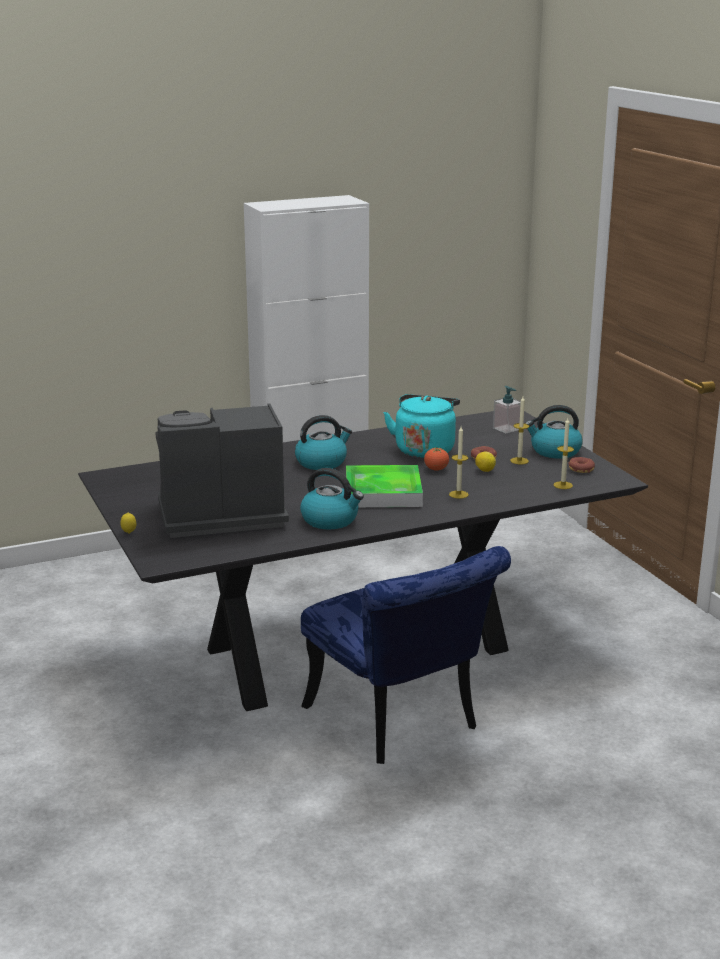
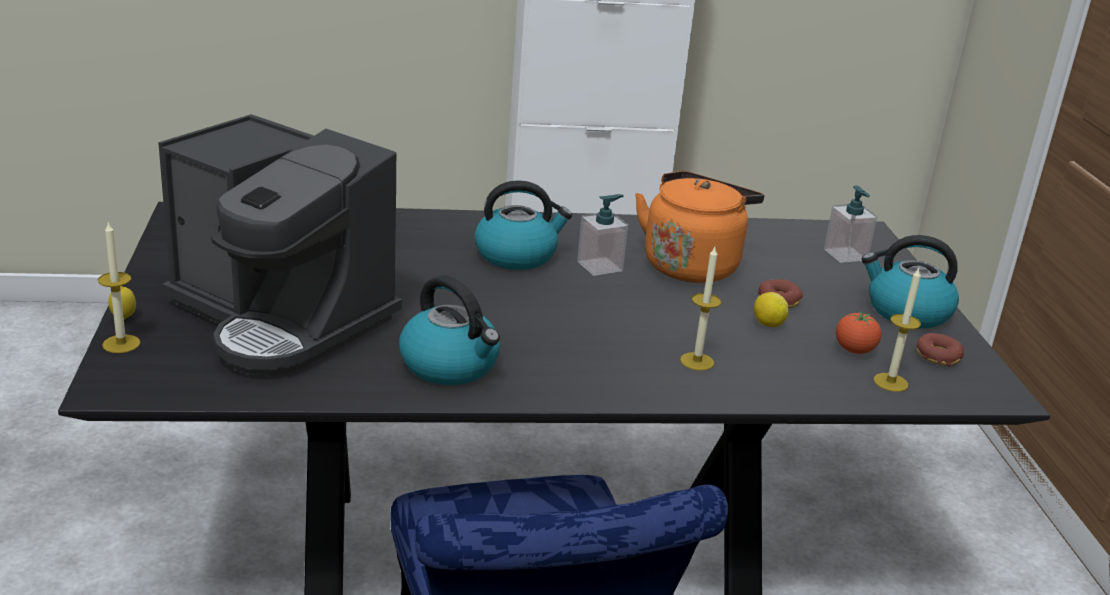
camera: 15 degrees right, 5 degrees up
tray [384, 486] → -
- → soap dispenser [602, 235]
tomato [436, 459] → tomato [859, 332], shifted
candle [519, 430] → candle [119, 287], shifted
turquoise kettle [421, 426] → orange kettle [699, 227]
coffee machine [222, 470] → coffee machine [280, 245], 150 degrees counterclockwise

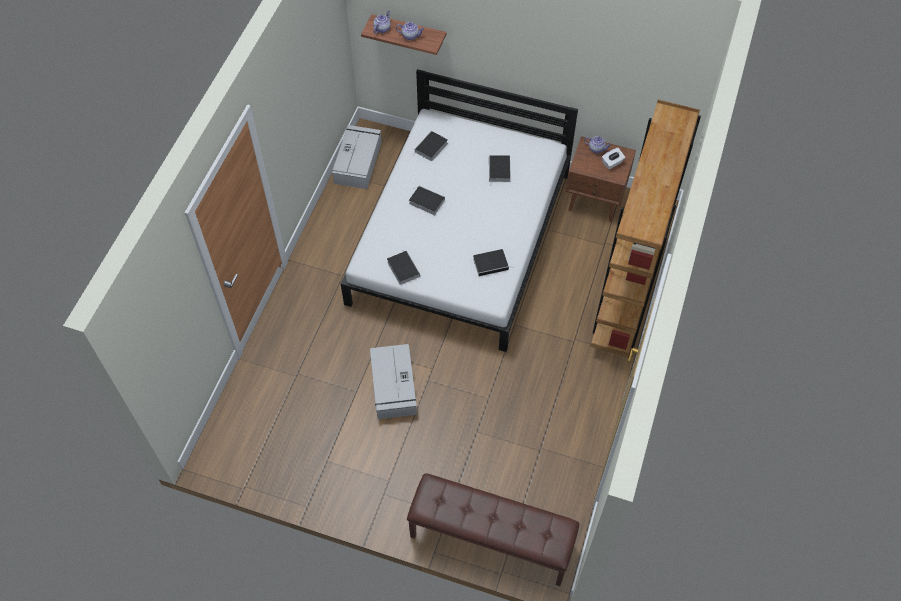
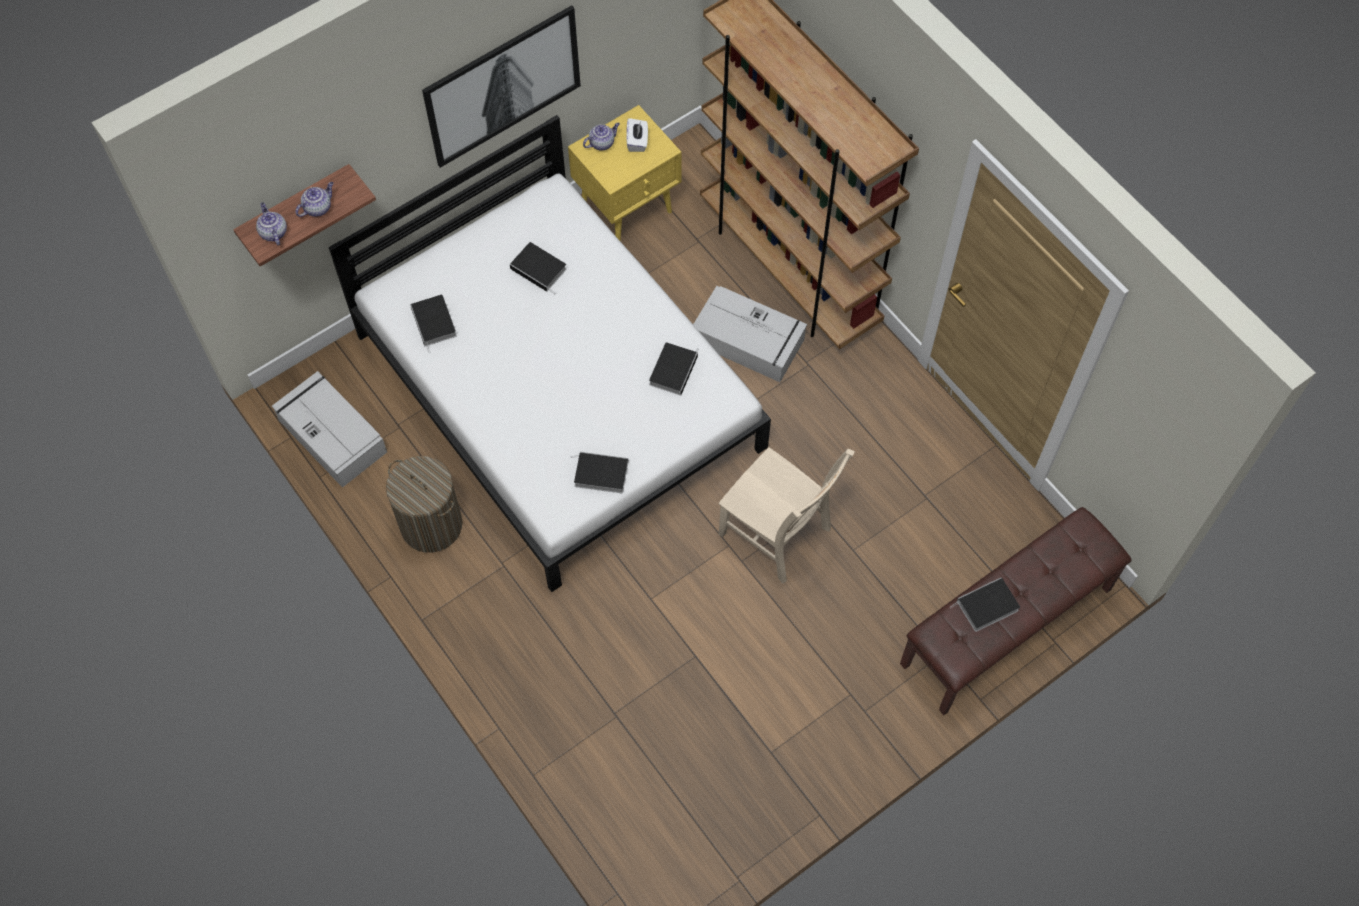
camera: 55 degrees left, 5 degrees up
- → laundry basket [424, 504]
- → picture [501, 86]
- → beige chair [787, 515]
grey storage box [393, 381] → grey storage box [750, 334], shifted
book [427, 200] → book [984, 604], shifted
brown nightstand [601, 179] → yellow nightstand [625, 173]

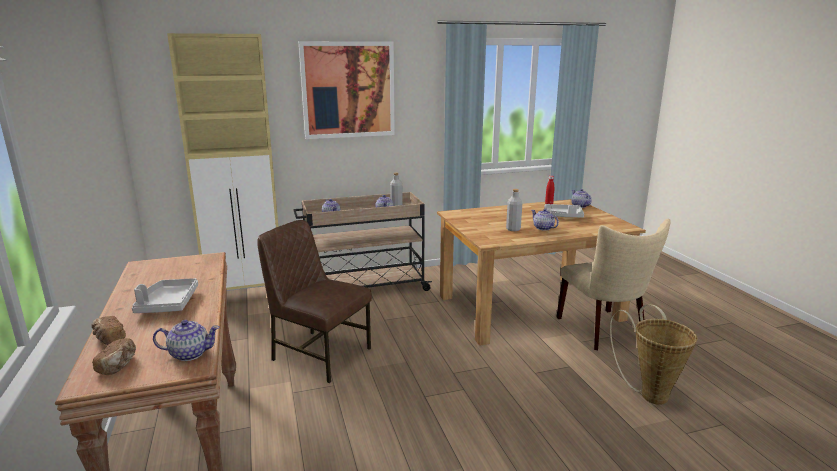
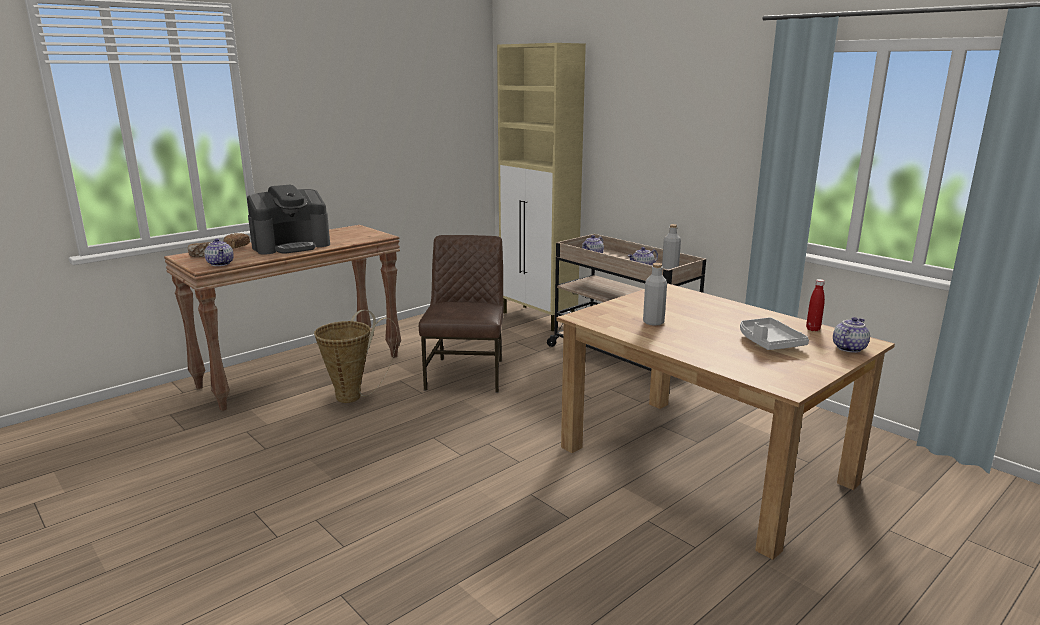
camera: 65 degrees right, 0 degrees up
picture [346, 90] → -
teapot [545, 220] → -
beige chair [613, 284] → -
basket [653, 354] → basket [355, 356], shifted
grey tray [165, 295] → coffee machine [288, 220]

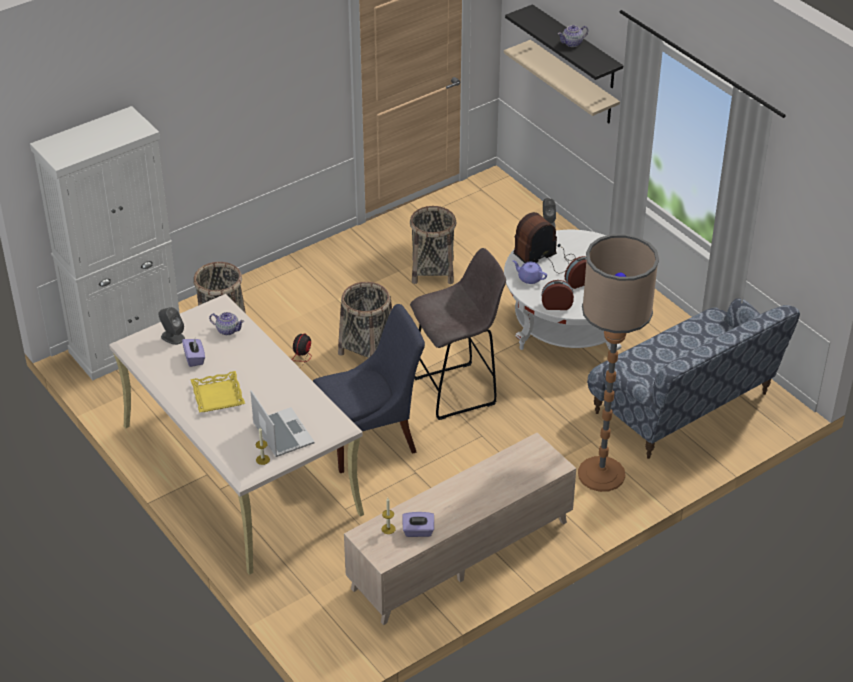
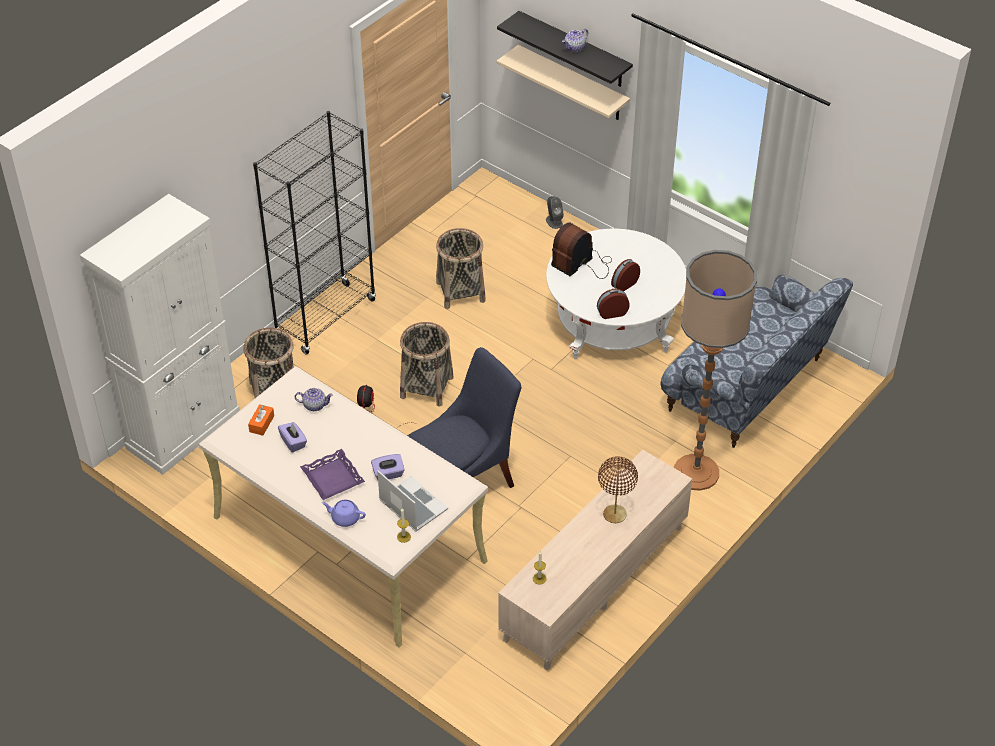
camera: 15 degrees left, 5 degrees up
grey stool [458, 334] → -
- → black bookcase [314, 232]
- → brown table lamp [618, 489]
purple tissue box [418, 524] → purple tissue box [388, 467], shifted
purple teapot [529, 272] → purple teapot [344, 513], shifted
grey speaker [171, 326] → orange tissue box [261, 420]
yellow tray [217, 391] → purple tray [332, 474]

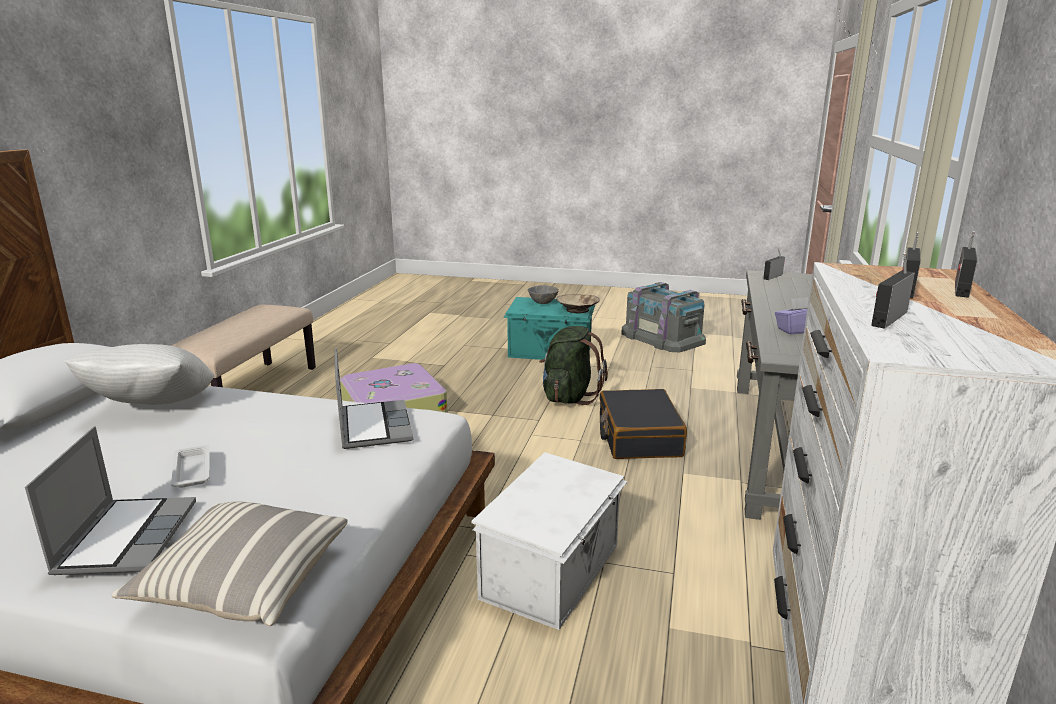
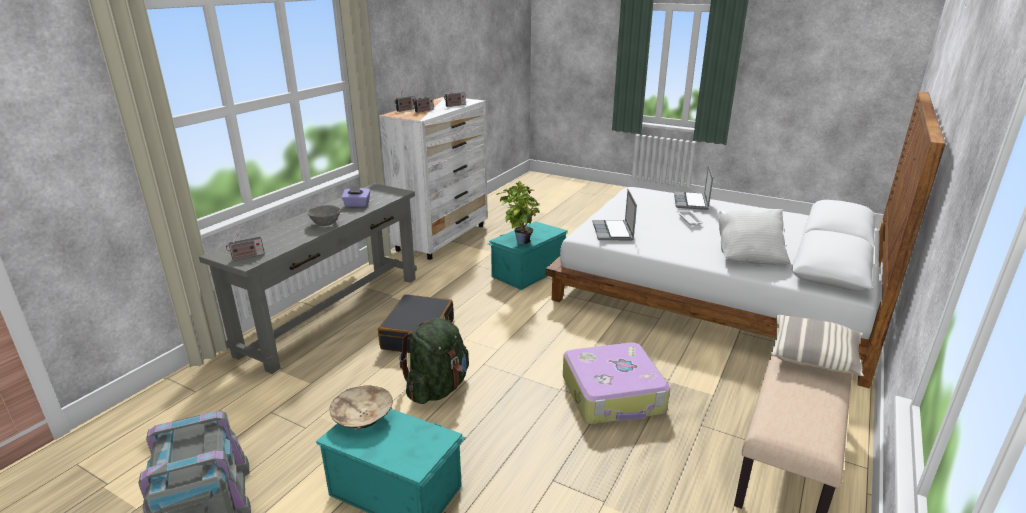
camera: 165 degrees left, 5 degrees up
- → potted plant [518, 212]
pillow [230, 563] → pillow [817, 345], shifted
grey bowl [543, 294] → grey bowl [324, 215], shifted
white storage box [550, 541] → turquoise storage box [528, 255]

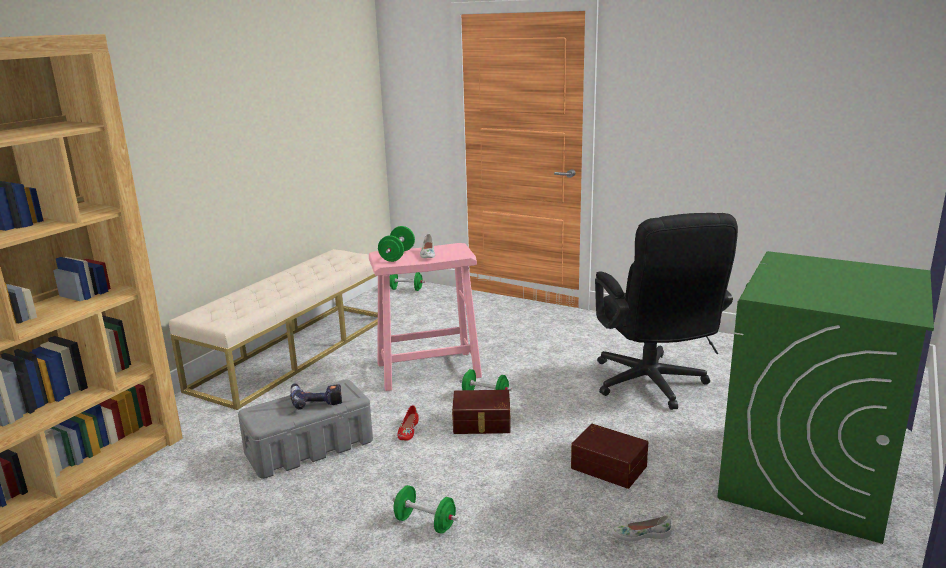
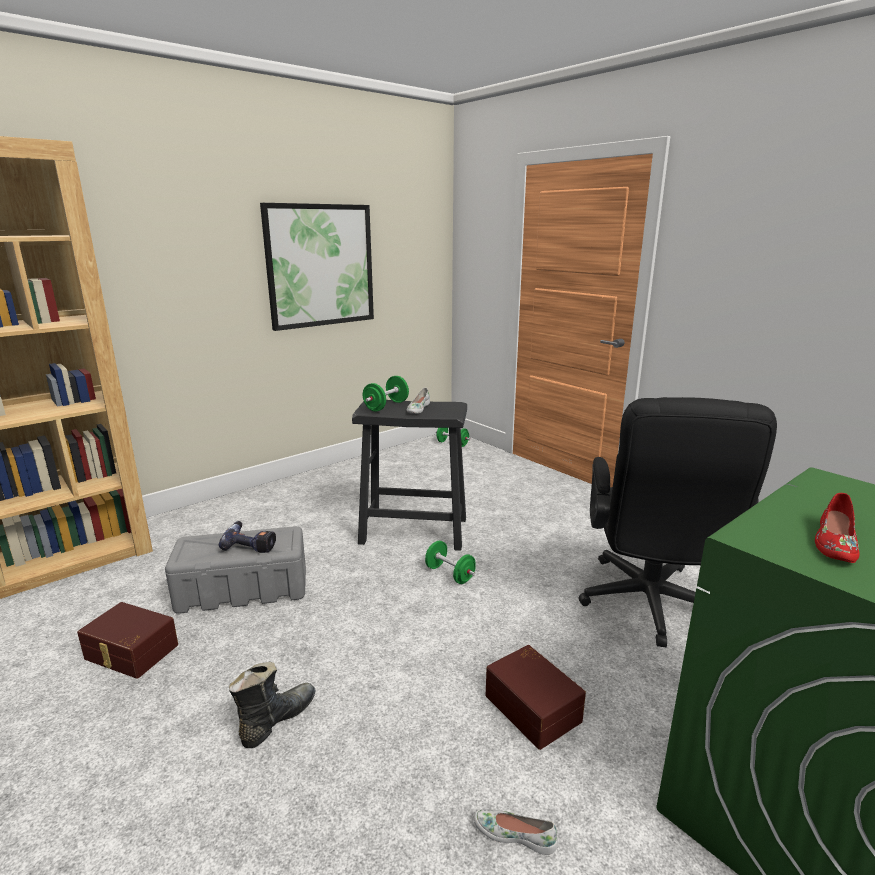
camera: 20 degrees right, 0 degrees up
beige bench [273, 329] → -
- → picture [317, 267]
red shoe [408, 423] → red shoe [837, 528], shifted
brown storage box [481, 412] → brown storage box [127, 640], shifted
green dumbbell [425, 509] → black boot [272, 705]
pink stool [425, 317] → black stool [409, 475]

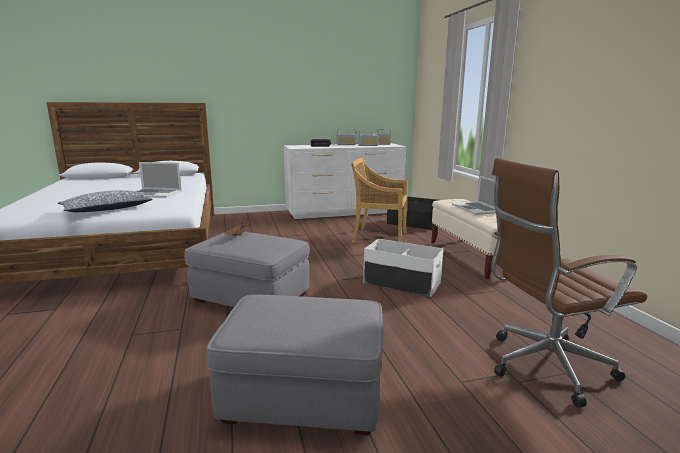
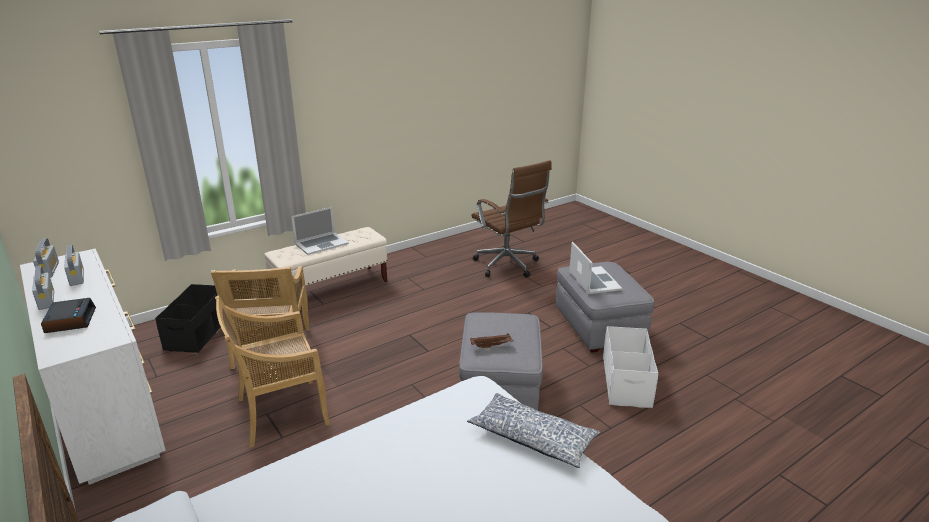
camera: 110 degrees left, 10 degrees up
- → beige chair [272, 371]
laptop [159, 180] → laptop [595, 268], shifted
white storage box [403, 268] → white storage box [630, 367], shifted

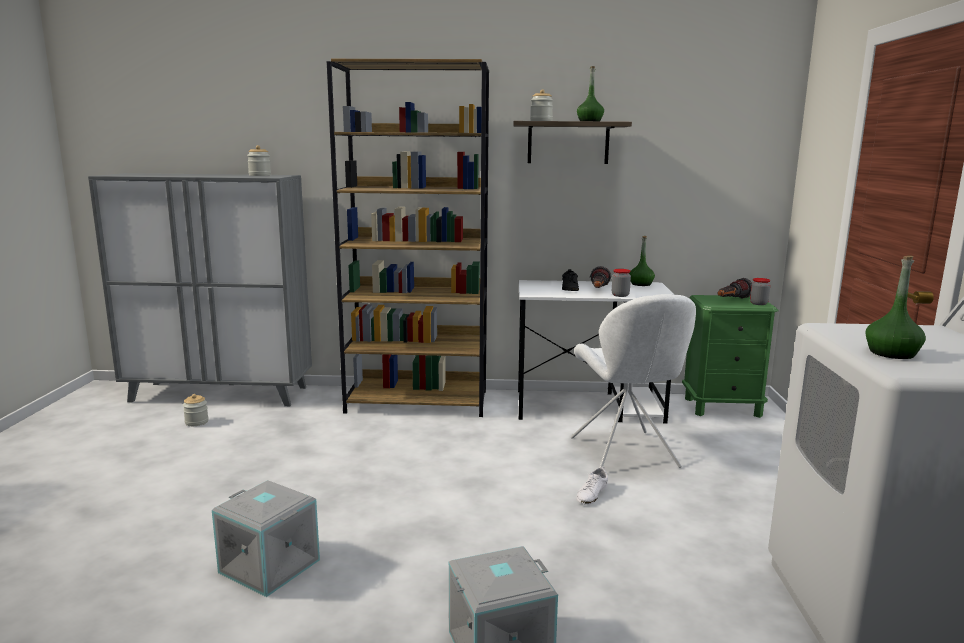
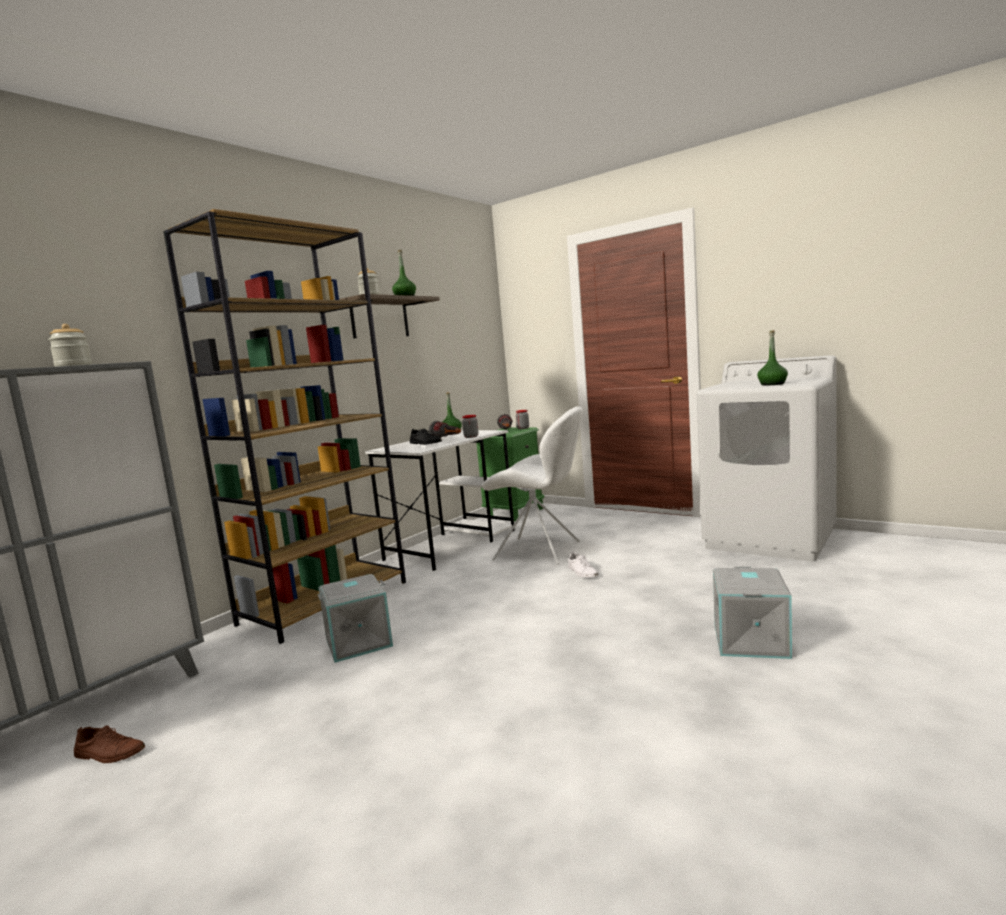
camera: 55 degrees left, 5 degrees down
grey storage box [266, 538] → grey storage box [355, 618], shifted
jar [196, 410] → brown shoe [109, 744]

